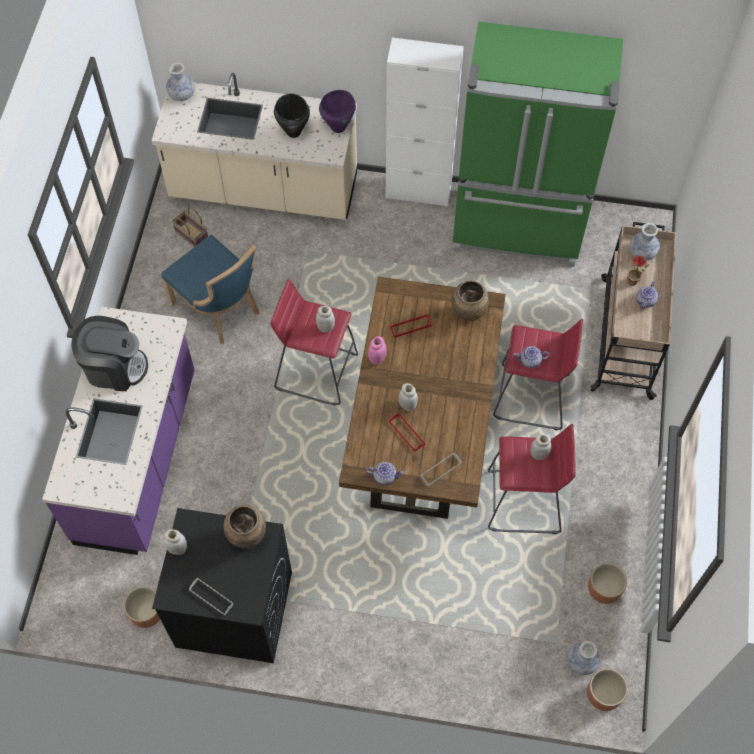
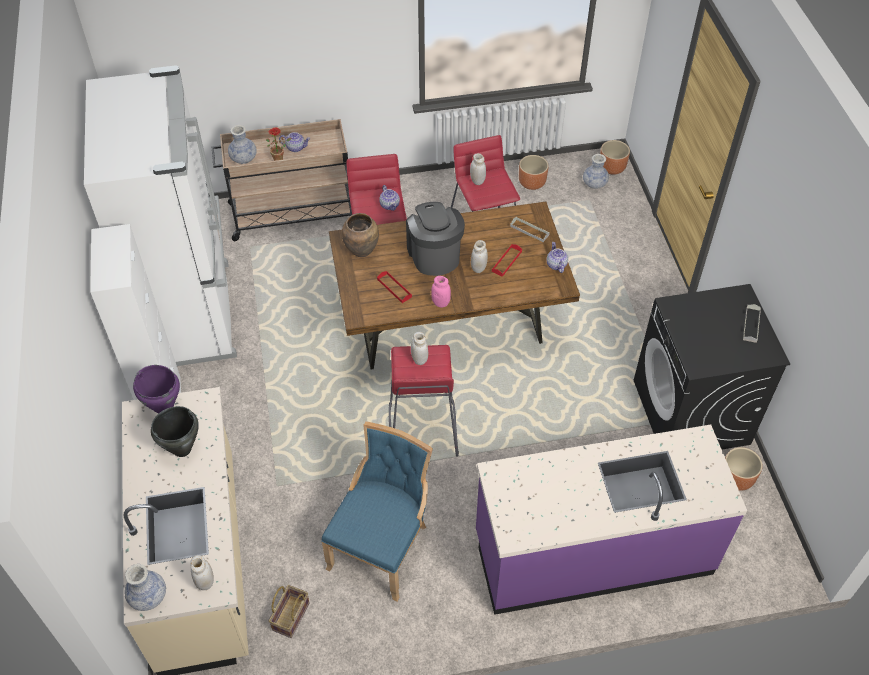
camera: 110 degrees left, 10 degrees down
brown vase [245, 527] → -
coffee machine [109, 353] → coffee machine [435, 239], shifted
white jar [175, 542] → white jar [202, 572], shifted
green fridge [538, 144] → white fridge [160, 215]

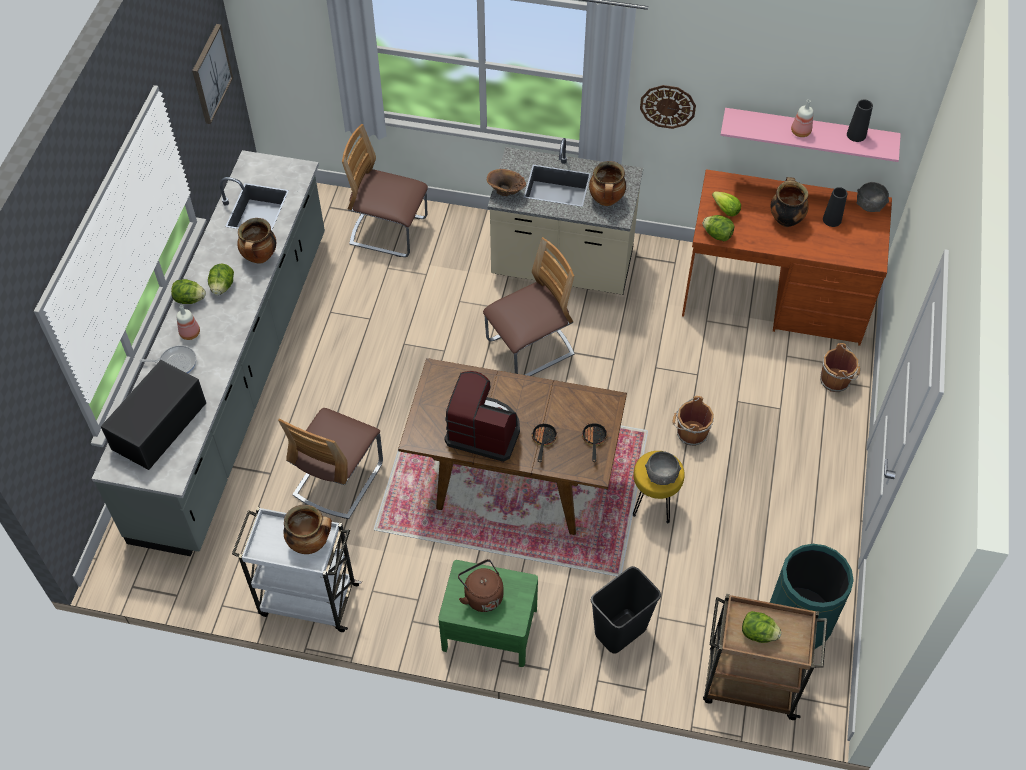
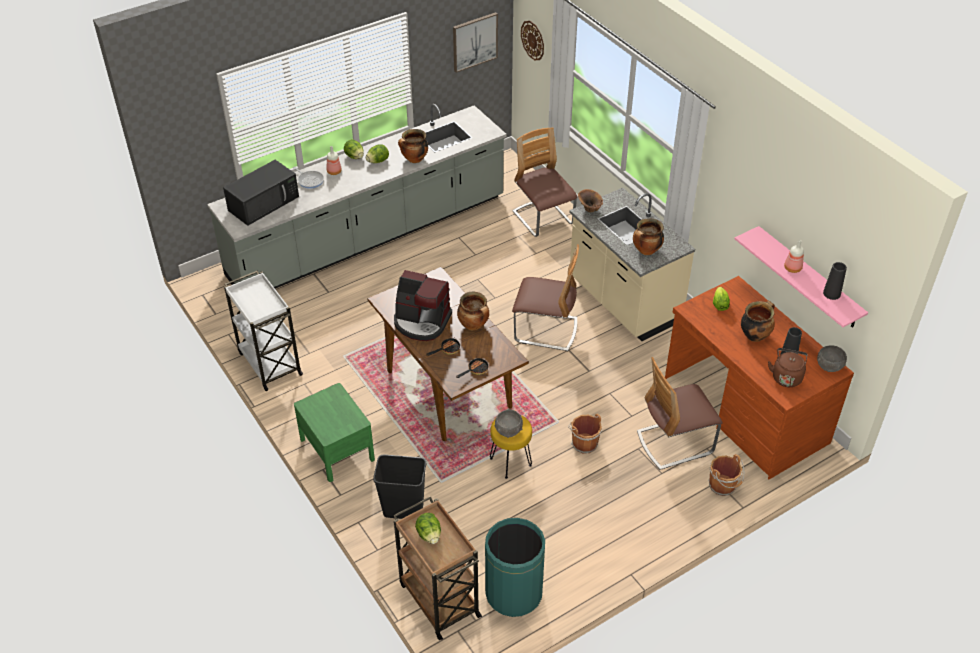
camera: 45 degrees right, 10 degrees down
lettuce [718, 228] → -
chair [330, 463] → chair [680, 413], shifted
cooking pot [308, 529] → cooking pot [473, 311], shifted
brown kettle [480, 585] → brown kettle [788, 367], shifted
wall clock [668, 107] → wall clock [532, 41], shifted
black microwave [153, 415] → black microwave [261, 193], 150 degrees clockwise
coffee machine [482, 416] → coffee machine [423, 305], 135 degrees clockwise

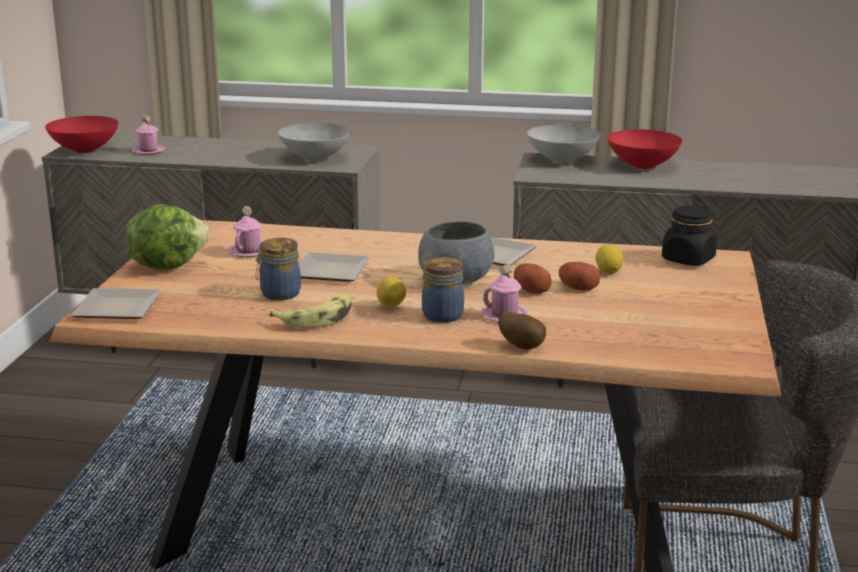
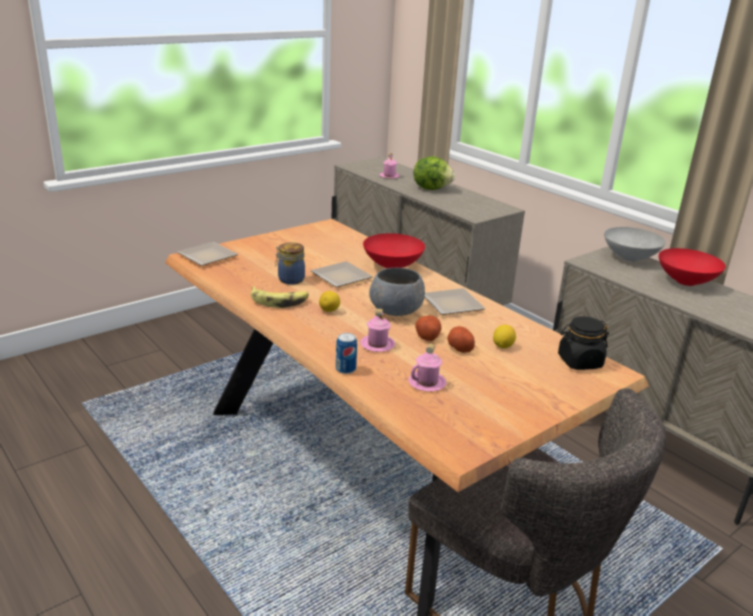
camera: 40 degrees right, 5 degrees up
grey bowl [314, 142] → -
jar [443, 290] → -
red bowl [81, 134] → red bowl [394, 251], shifted
lettuce [168, 237] → lettuce [434, 173], shifted
pink mug [245, 231] → pink mug [427, 367], shifted
potato [522, 330] → can [346, 353]

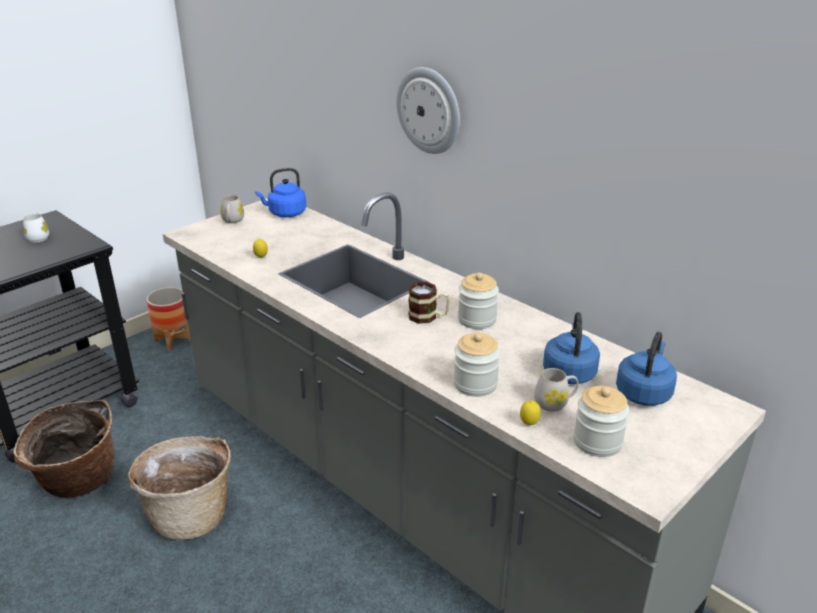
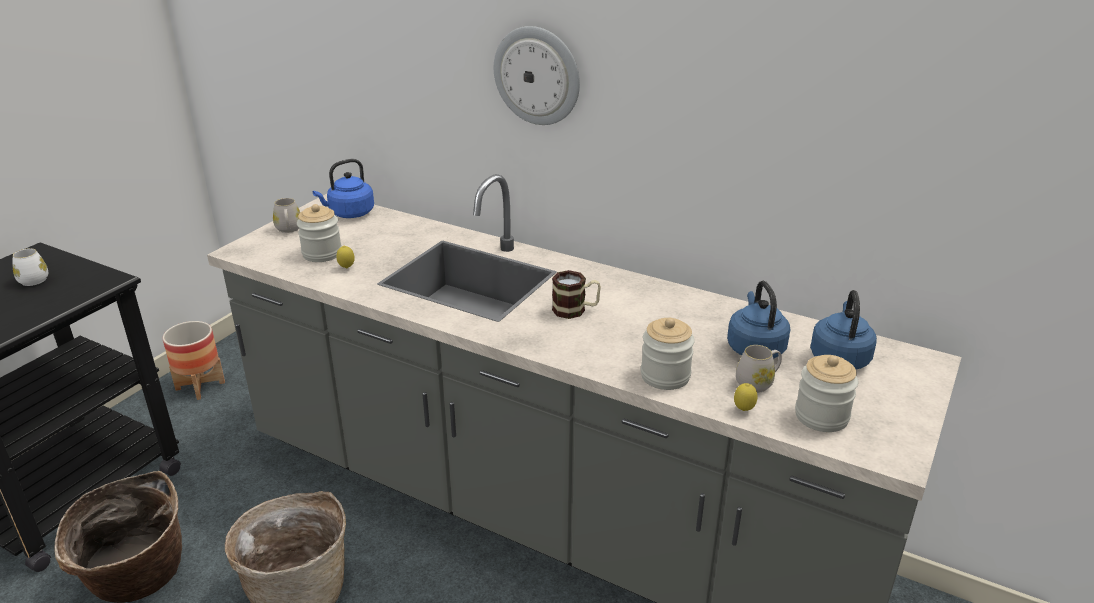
camera: 15 degrees left, 0 degrees up
jar [478, 300] → jar [319, 233], shifted

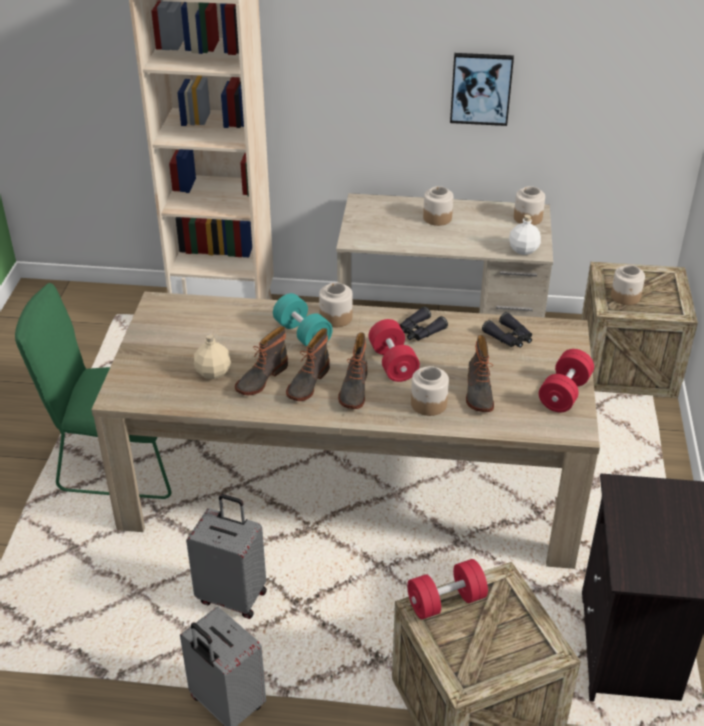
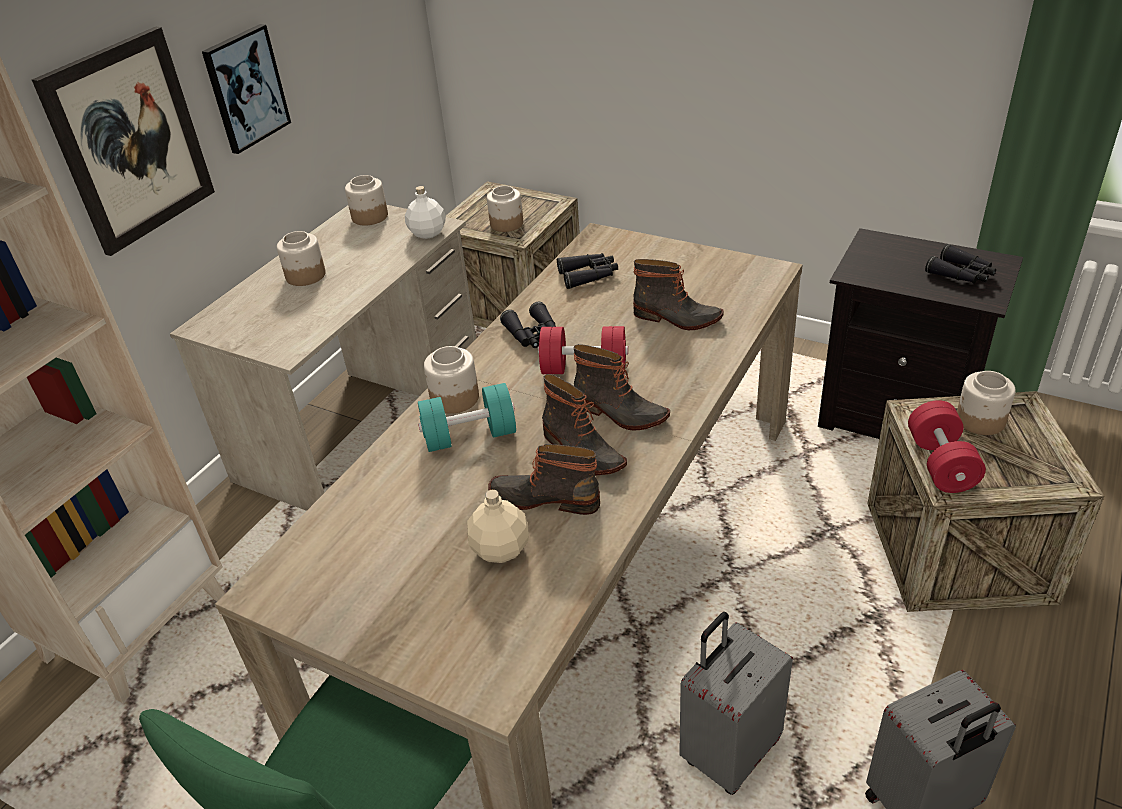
camera: 65 degrees left, 0 degrees up
red dumbbell [566, 380] → -
- → picture [123, 141]
- → black binoculars [960, 263]
jar [430, 391] → jar [986, 403], shifted
boot [261, 360] → boot [544, 479], 135 degrees clockwise

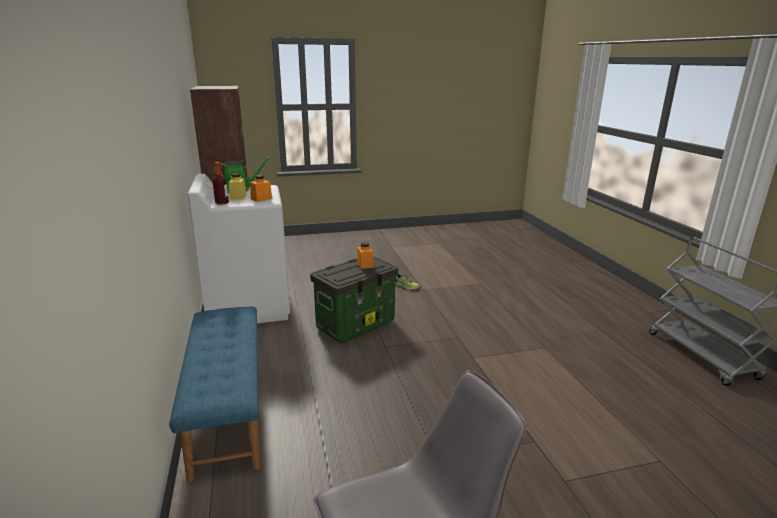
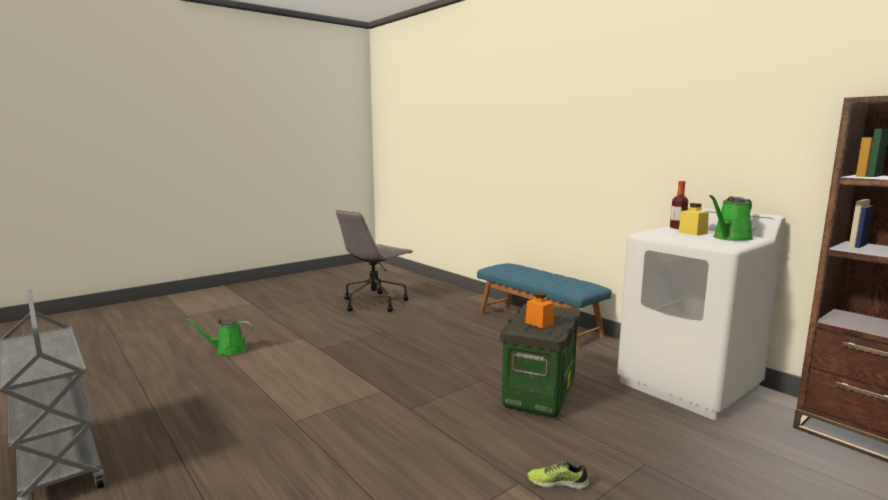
camera: 155 degrees right, 10 degrees down
orange jar [261, 188] → -
- → green watering can [219, 337]

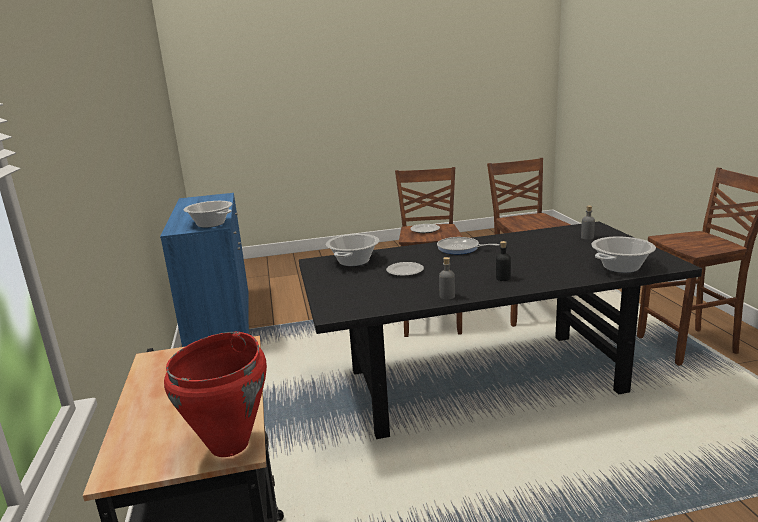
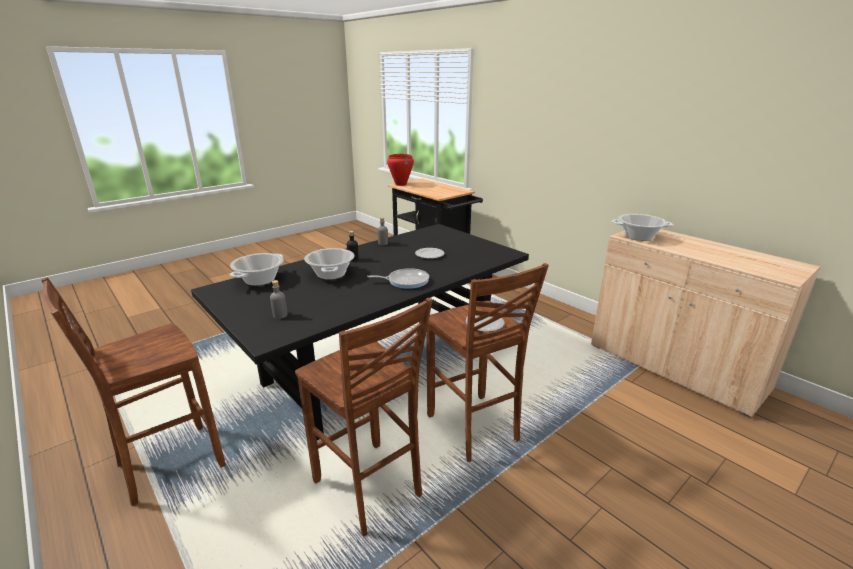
camera: 150 degrees right, 5 degrees up
cooking pot [352, 250] → cooking pot [329, 264], shifted
blue cabinet [204, 270] → beige cabinet [705, 323]

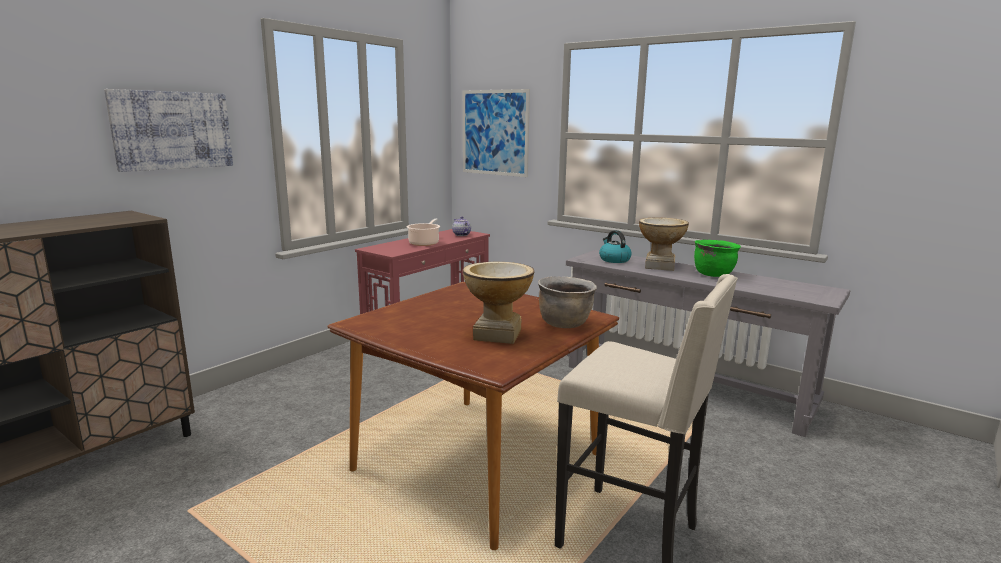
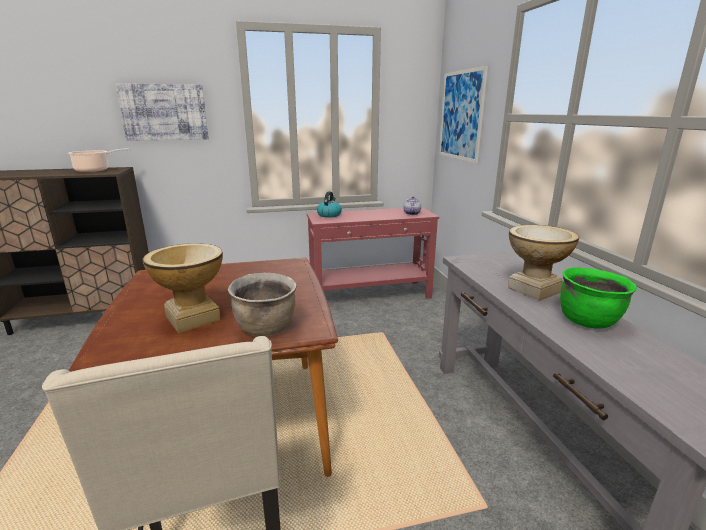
camera: 40 degrees right, 5 degrees up
cooking pot [423, 232] → cooking pot [99, 160], shifted
kettle [615, 246] → kettle [329, 204], shifted

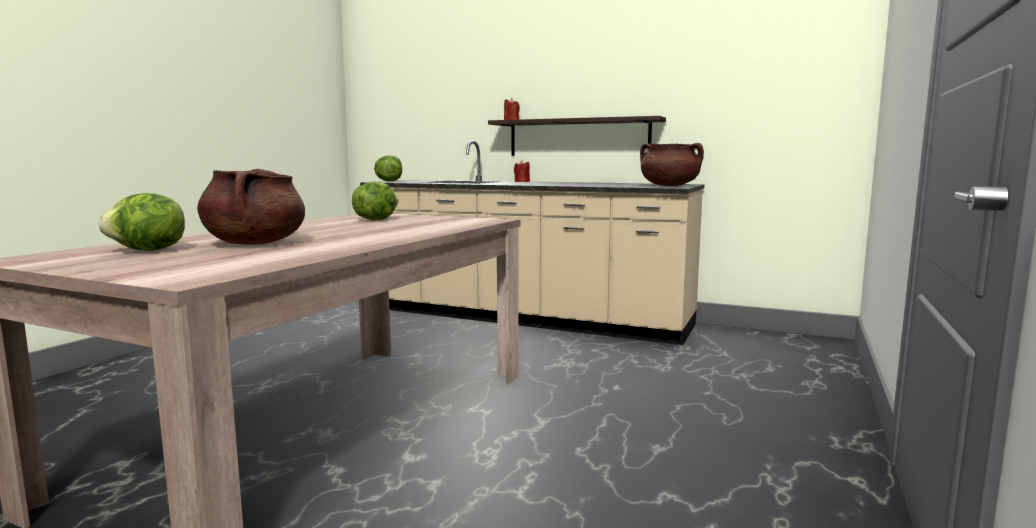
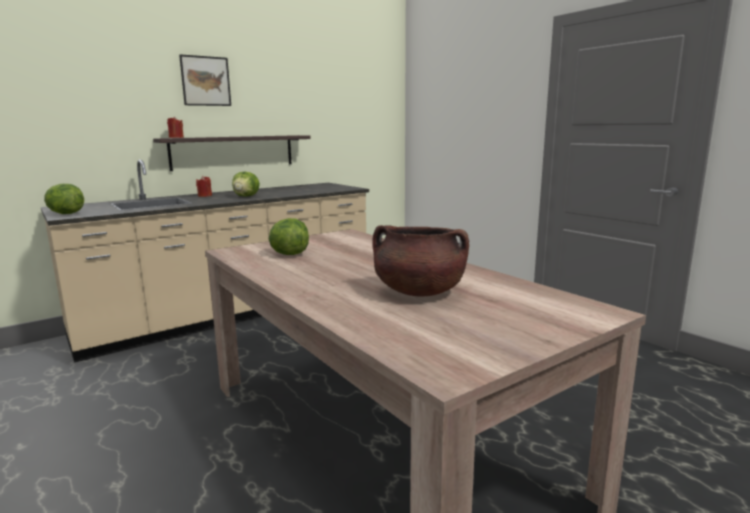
camera: 60 degrees left, 5 degrees up
brown cooking pot [672, 164] → -
- → picture [205, 80]
lettuce [142, 222] → lettuce [246, 184], shifted

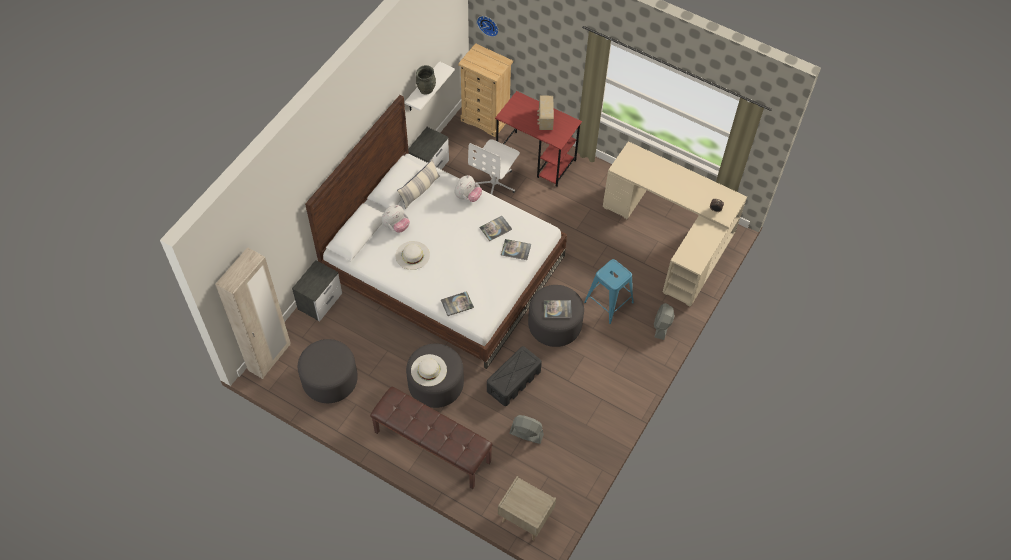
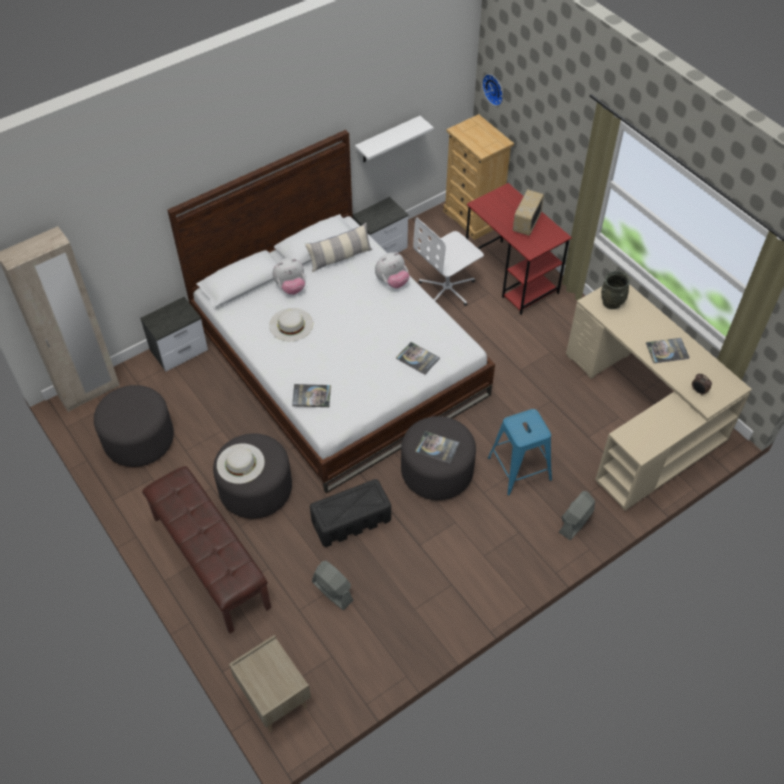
camera: 25 degrees right, 5 degrees down
grey vase [426, 80] → grey vase [615, 290], shifted
book [495, 228] → book [668, 350], shifted

